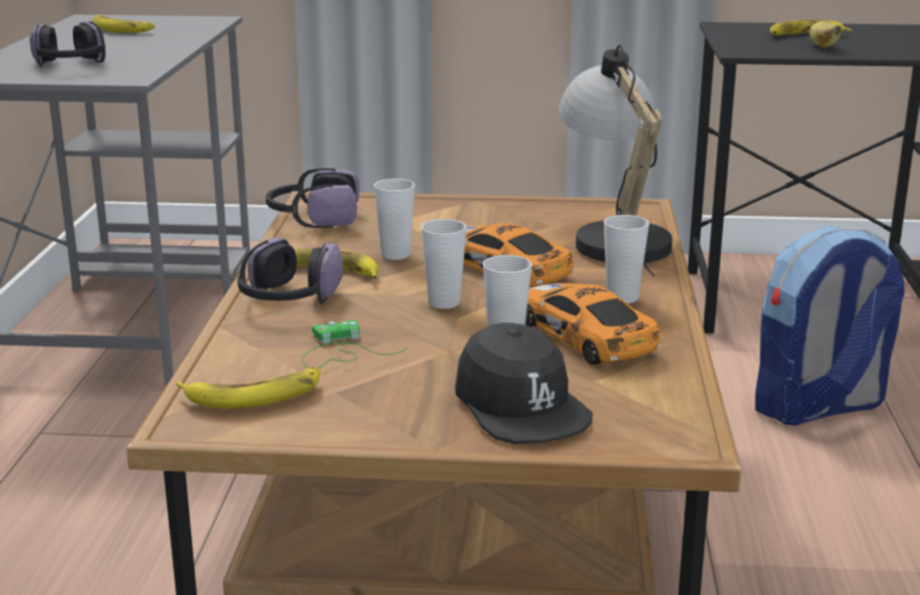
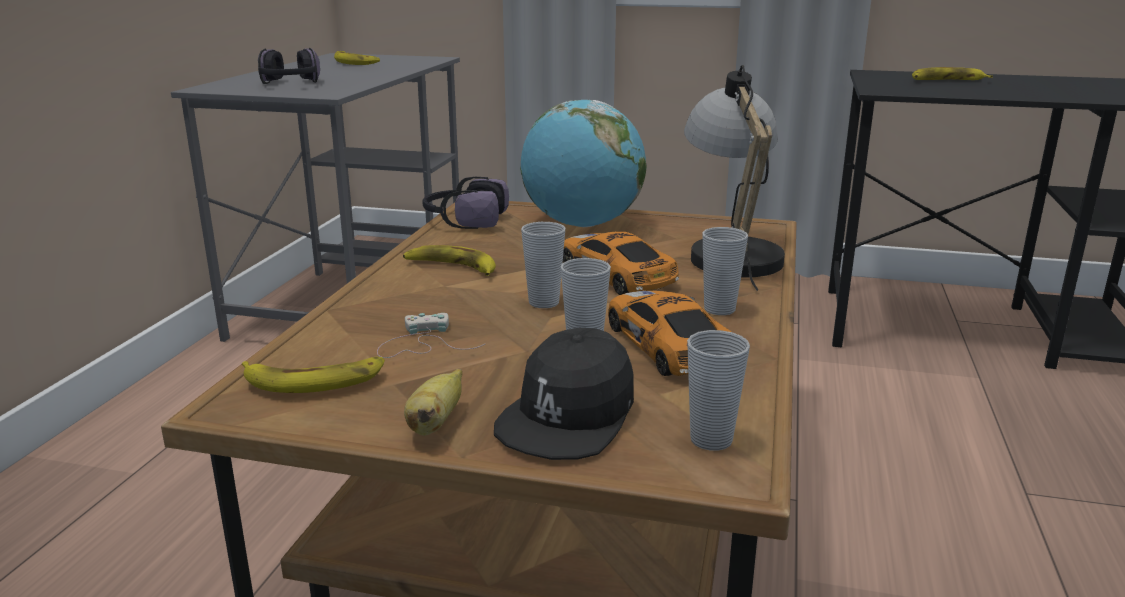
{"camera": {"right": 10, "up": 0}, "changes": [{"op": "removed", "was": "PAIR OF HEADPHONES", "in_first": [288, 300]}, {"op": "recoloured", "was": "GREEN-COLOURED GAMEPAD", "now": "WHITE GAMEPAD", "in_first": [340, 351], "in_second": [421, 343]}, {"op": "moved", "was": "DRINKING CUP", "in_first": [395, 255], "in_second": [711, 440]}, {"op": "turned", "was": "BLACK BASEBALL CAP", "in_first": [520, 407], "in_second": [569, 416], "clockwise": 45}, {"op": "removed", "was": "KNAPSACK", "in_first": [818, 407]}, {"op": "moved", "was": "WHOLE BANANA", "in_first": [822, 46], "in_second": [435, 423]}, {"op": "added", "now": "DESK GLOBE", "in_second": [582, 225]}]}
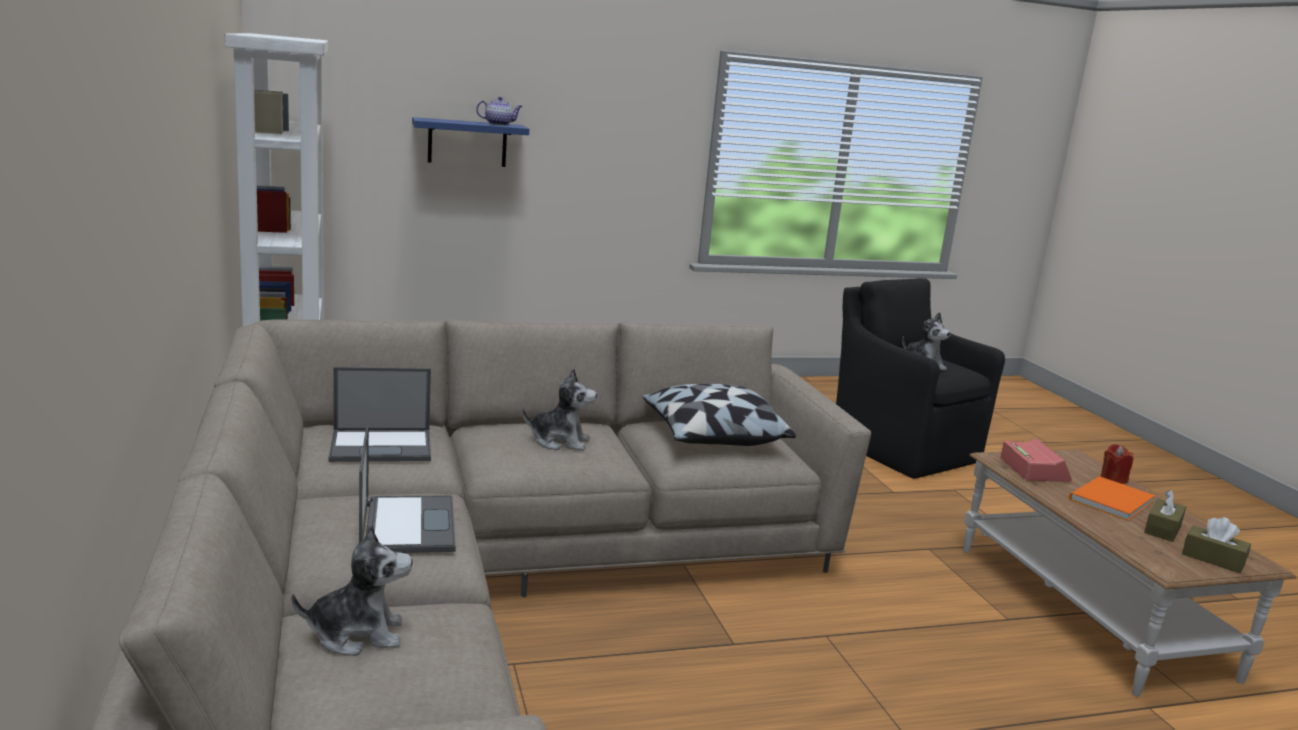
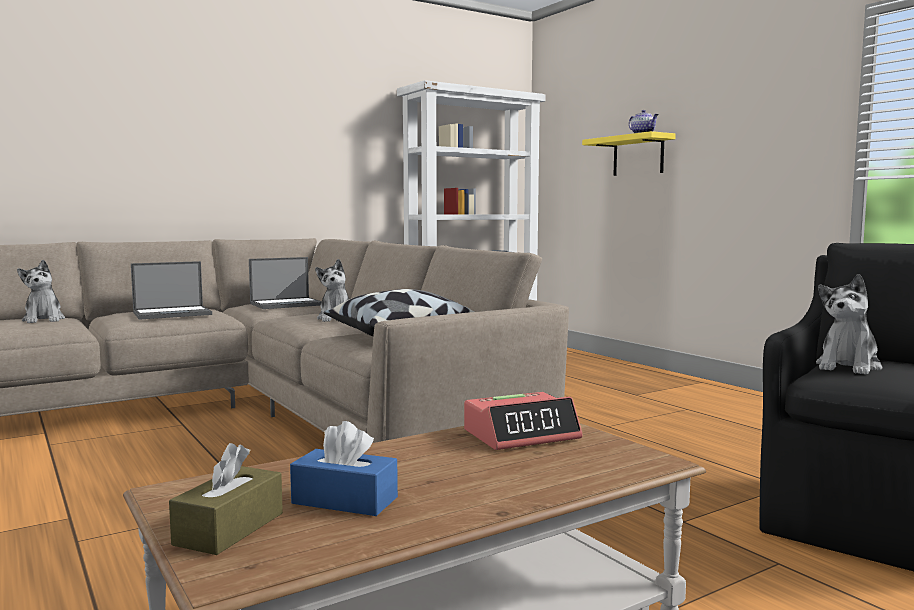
{"camera": {"right": 75, "up": -10}, "changes": [{"op": "turned", "was": "PORTABLE COMPUTER", "in_first": [382, 446], "in_second": [287, 304], "clockwise": -90}, {"op": "recoloured", "was": "BLUE-COLOURED SHELF", "now": "YELLOW SHELF", "in_first": [467, 142], "in_second": [638, 156]}, {"op": "removed", "was": "ORANGEY VOLUME", "in_first": [1108, 500]}, {"op": "removed", "was": "RED WAX CANDLE", "in_first": [1113, 479]}, {"op": "recoloured", "was": "BROWN-COLOURED TISSUE HOLDER", "now": "BLUE-COLOURED TISSUE HOLDER", "in_first": [1162, 529], "in_second": [345, 500]}]}
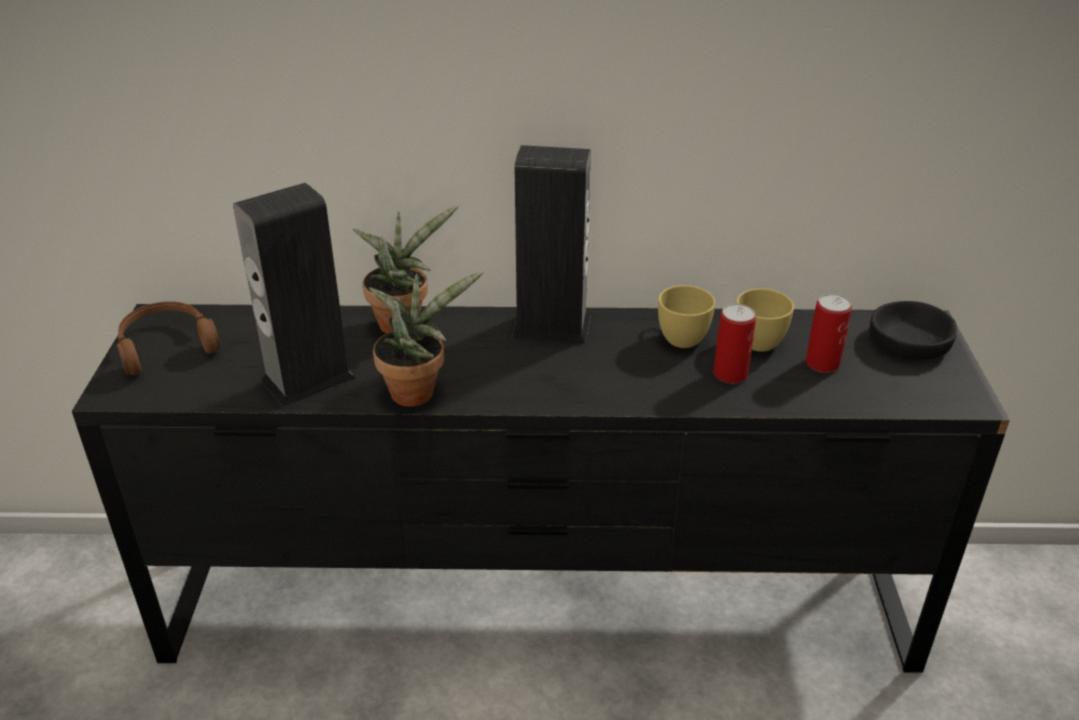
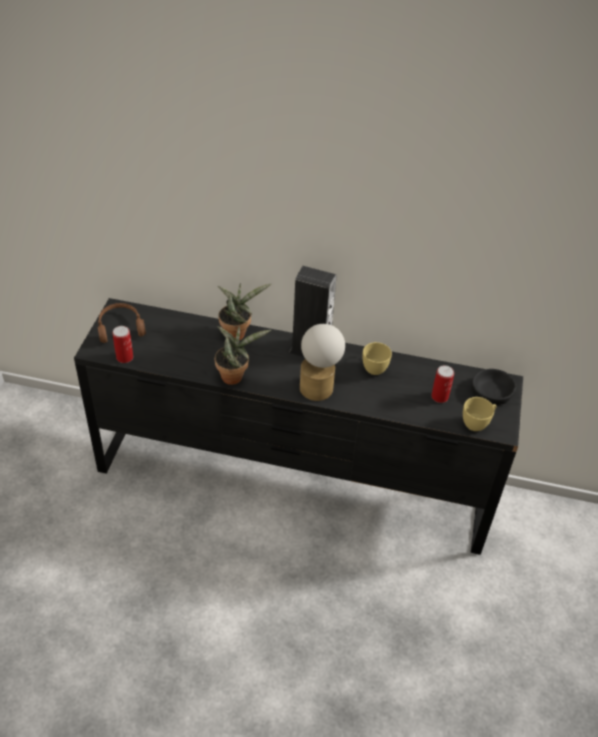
{"camera": {"right": 10, "up": 10}, "changes": [{"op": "removed", "was": "SPEAKER", "in_first": [308, 379]}, {"op": "moved", "was": "SEALED CAN", "in_first": [730, 374], "in_second": [124, 357]}, {"op": "moved", "was": "YELLOW DRINKING CUP", "in_first": [763, 340], "in_second": [477, 423]}, {"op": "added", "now": "LAMP FOR A TABLE", "in_second": [319, 385]}]}
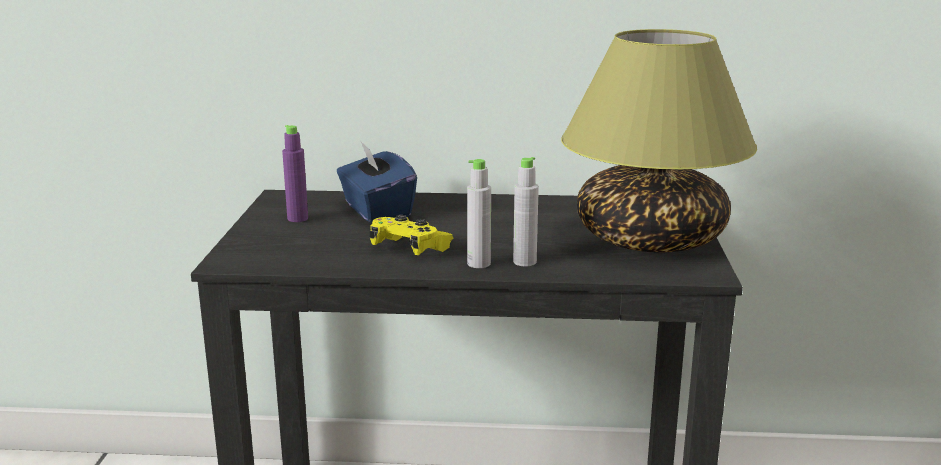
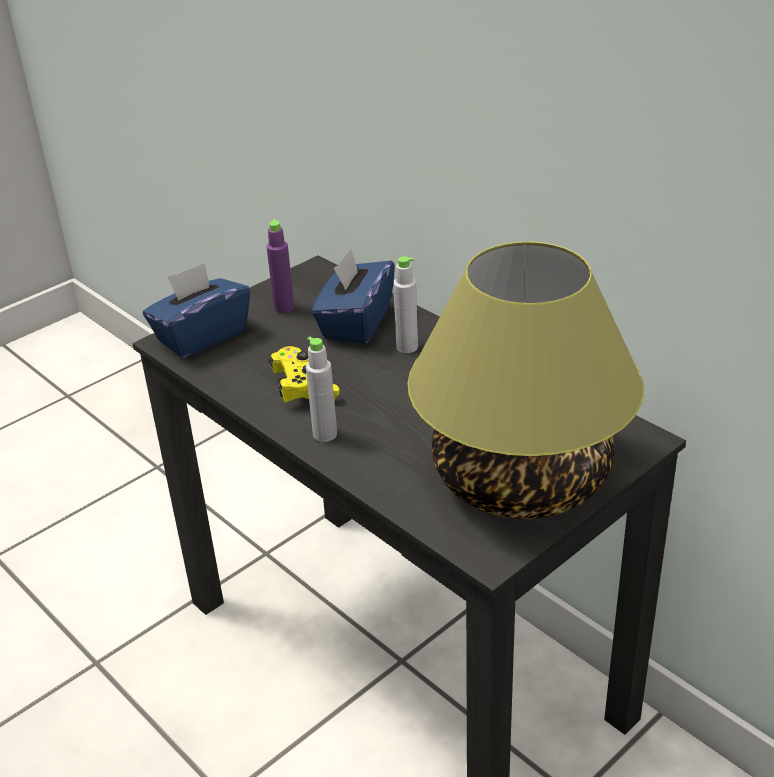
{"camera": {"right": 45, "up": 15}, "changes": [{"op": "moved", "was": "GRAY DRINK BOTTLE", "in_first": [524, 262], "in_second": [407, 347]}, {"op": "added", "now": "BLUE-COLOURED TISSUE HOLDER", "in_second": [201, 336]}]}
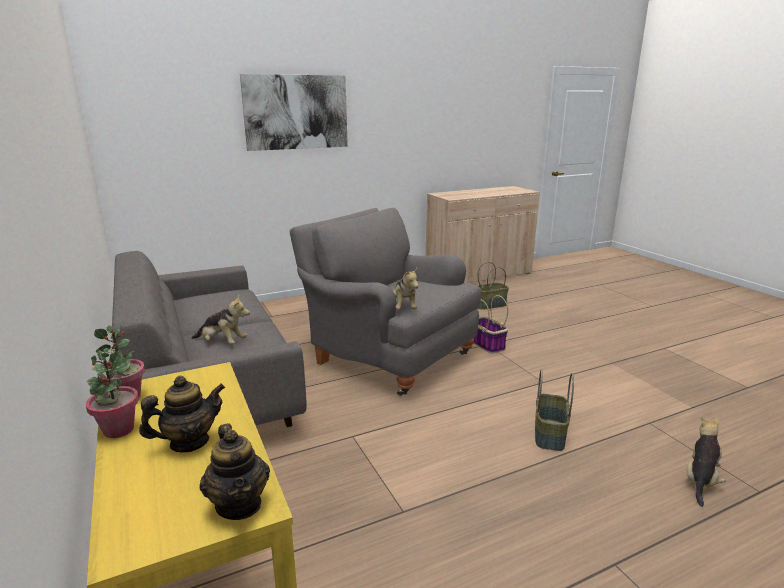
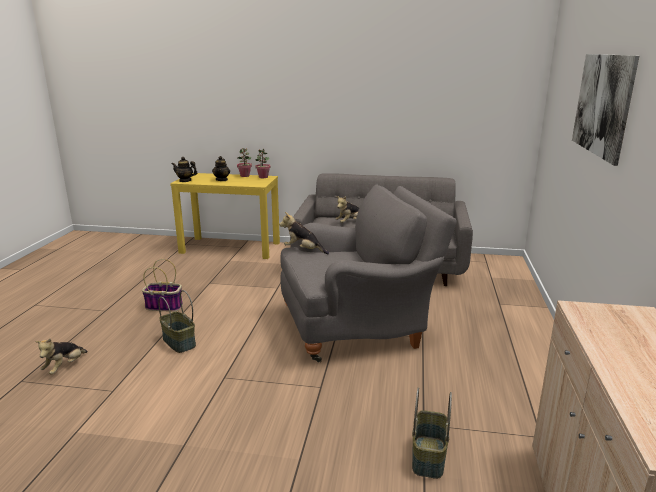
{"camera": {"right": 125, "up": 0}, "changes": [{"op": "moved", "was": "HOUSEHOLD BASKET", "in_first": [486, 344], "in_second": [165, 306]}, {"op": "turned", "was": "PLUSH TOY", "in_first": [700, 480], "in_second": [64, 367], "clockwise": 45}]}
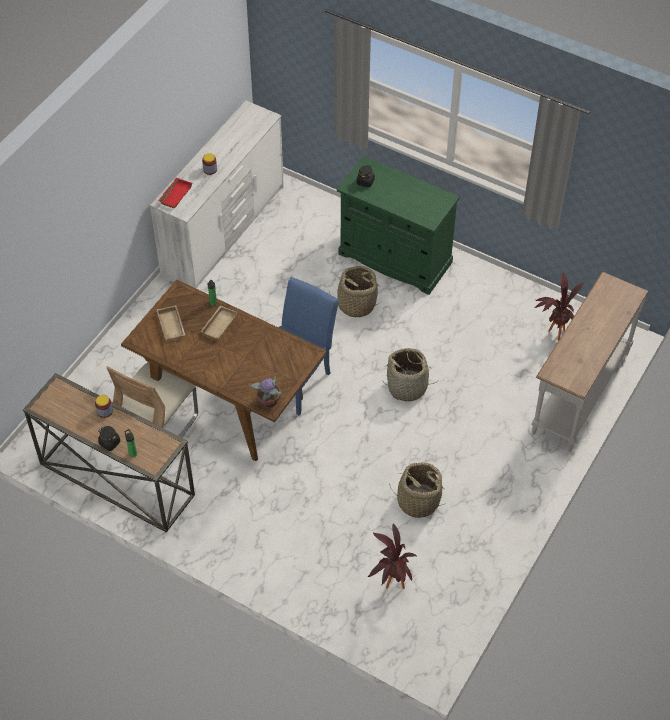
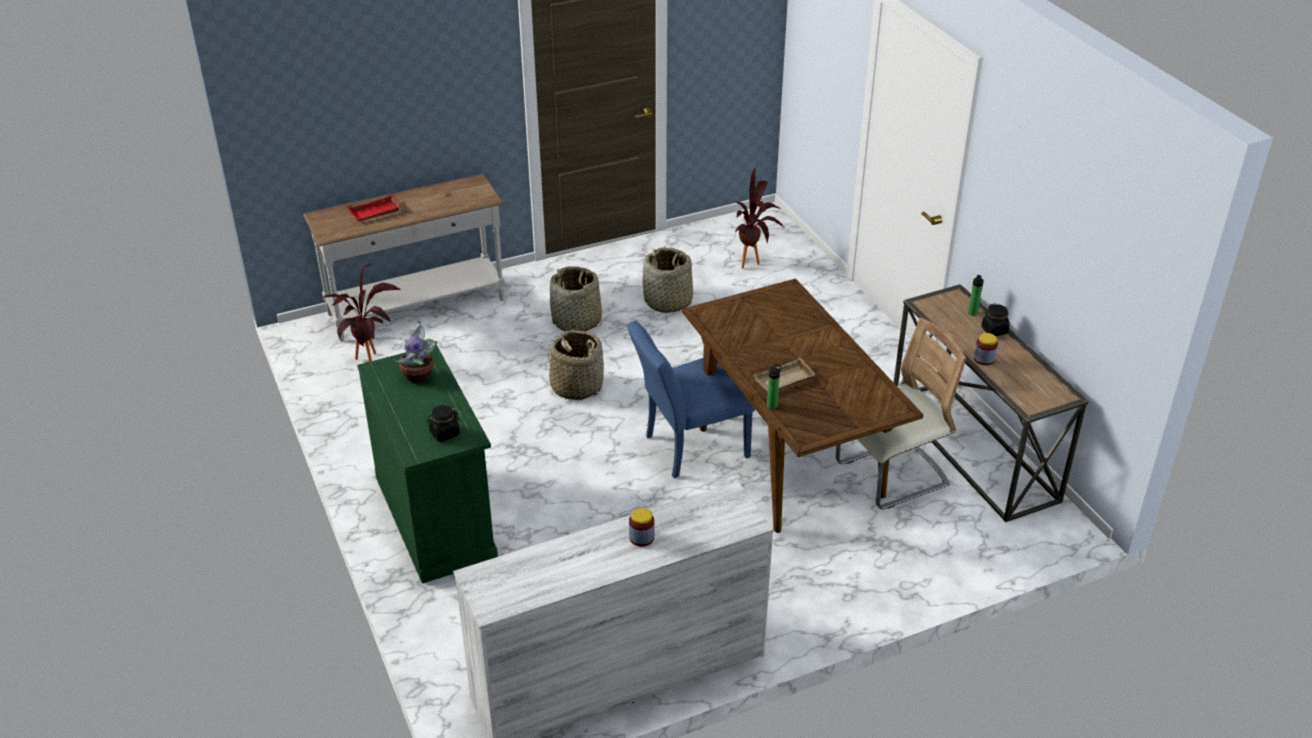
{"camera": {"right": -145, "up": -15}, "changes": [{"op": "removed", "was": "BEIGE SERVING TRAY", "in_first": [172, 325]}, {"op": "moved", "was": "RED SERVING TRAY", "in_first": [175, 194], "in_second": [375, 213]}, {"op": "moved", "was": "POTTED PLANT", "in_first": [268, 401], "in_second": [419, 376]}, {"op": "moved", "was": "HOUSEHOLD BASKET", "in_first": [356, 304], "in_second": [577, 321]}]}
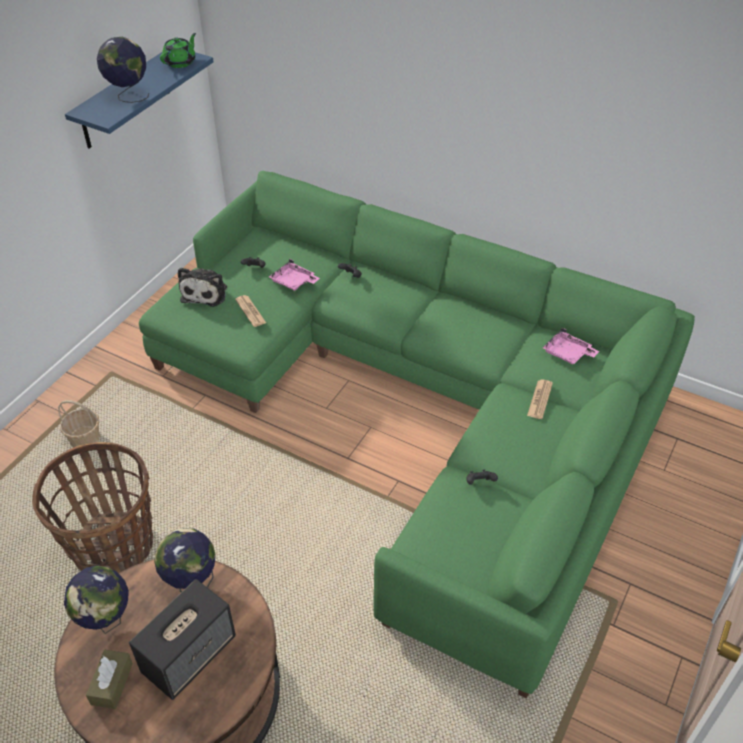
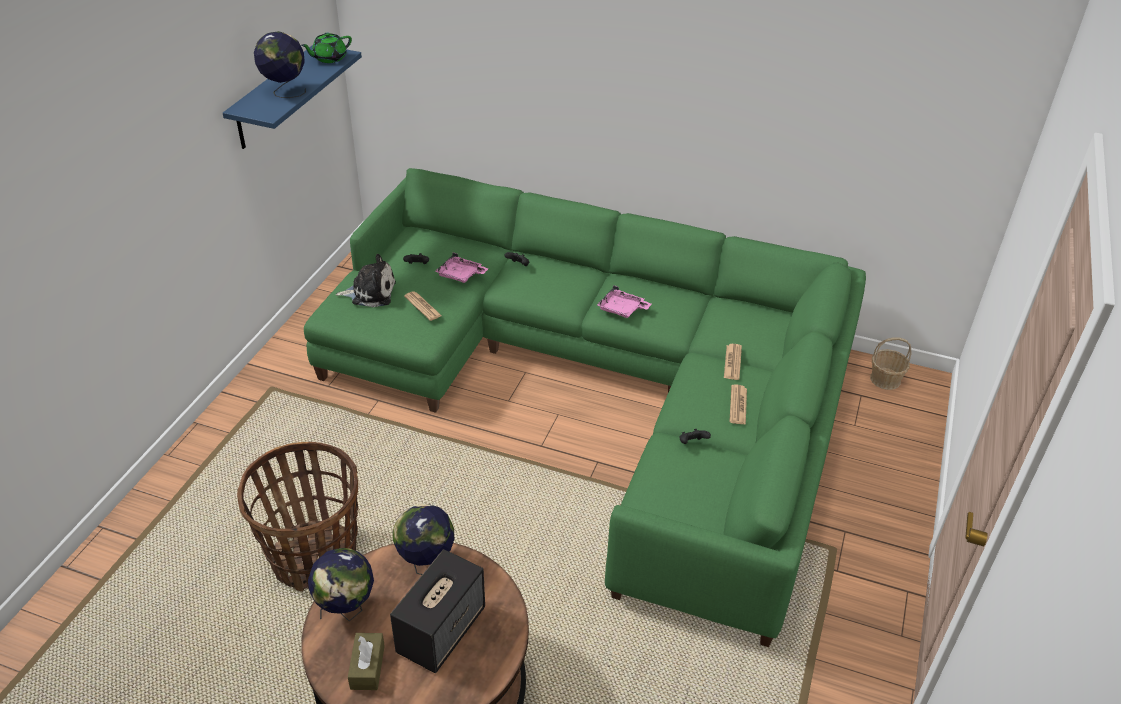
{"camera": {"right": -10, "up": -5}, "changes": [{"op": "moved", "was": "HOUSEHOLD BASKET", "in_first": [85, 439], "in_second": [885, 379]}, {"op": "turned", "was": "GREEN-COLOURED TEA POT", "in_first": [180, 62], "in_second": [329, 58], "clockwise": -150}, {"op": "turned", "was": "PLUSH TOY", "in_first": [206, 292], "in_second": [370, 292], "clockwise": -90}, {"op": "moved", "was": "PINKISH SERVING TRAY", "in_first": [568, 353], "in_second": [622, 309]}, {"op": "added", "now": "DAILY PAPER", "in_second": [738, 405]}]}
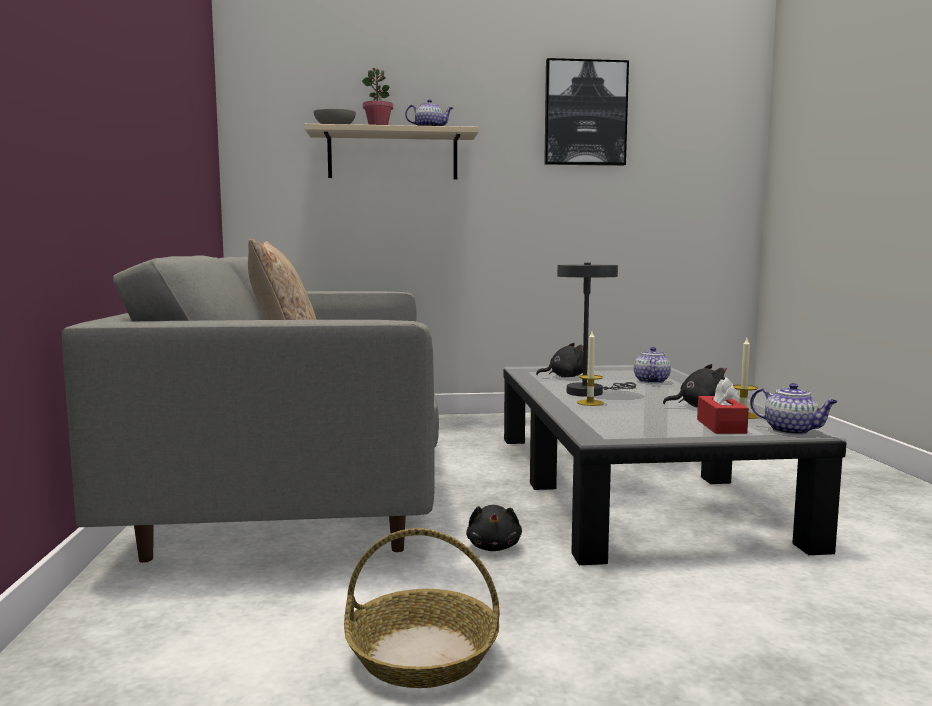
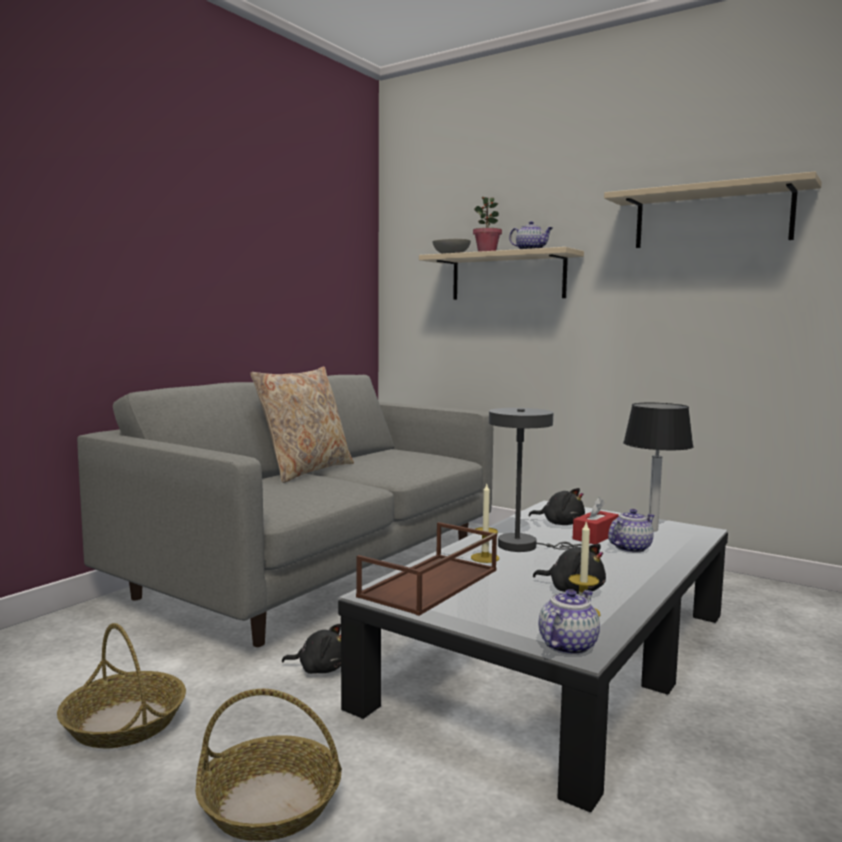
{"camera": {"right": 40, "up": 0}, "changes": [{"op": "turned", "was": "BLACK PLUSH TOY", "in_first": [494, 547], "in_second": [320, 669], "clockwise": -120}, {"op": "replaced", "was": "WALL ART", "now": "BEIGE SHELF", "in_first": [585, 113], "in_second": [712, 217]}, {"op": "moved", "was": "RED TISSUE HOLDER", "in_first": [721, 426], "in_second": [595, 536]}, {"op": "turned", "was": "TEA POT", "in_first": [791, 431], "in_second": [568, 645], "clockwise": -135}, {"op": "added", "now": "HOUSEHOLD BASKET", "in_second": [269, 804]}, {"op": "added", "now": "BROWN-COLOURED SERVING TRAY", "in_second": [430, 584]}, {"op": "added", "now": "LAMP FOR A TABLE", "in_second": [653, 530]}]}
